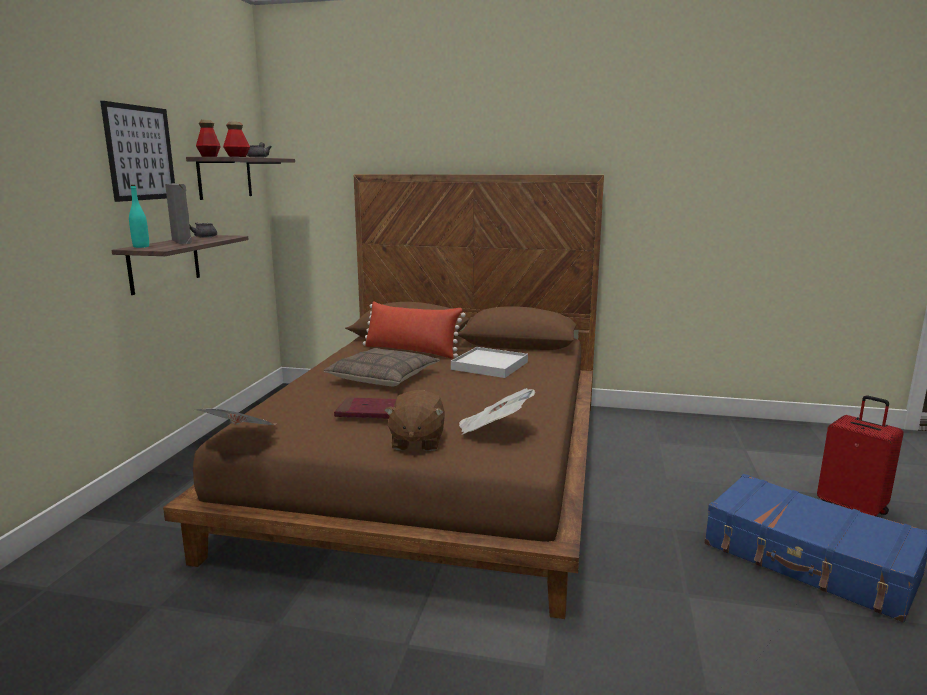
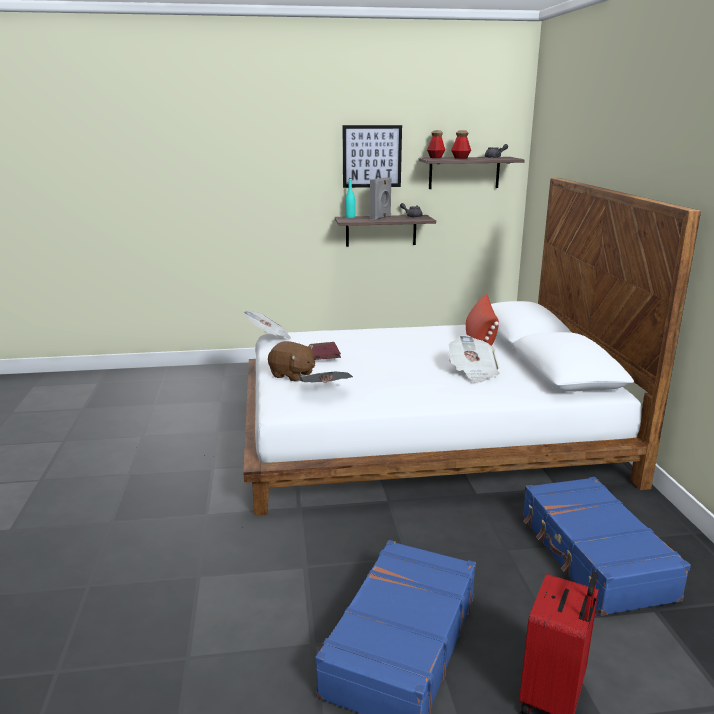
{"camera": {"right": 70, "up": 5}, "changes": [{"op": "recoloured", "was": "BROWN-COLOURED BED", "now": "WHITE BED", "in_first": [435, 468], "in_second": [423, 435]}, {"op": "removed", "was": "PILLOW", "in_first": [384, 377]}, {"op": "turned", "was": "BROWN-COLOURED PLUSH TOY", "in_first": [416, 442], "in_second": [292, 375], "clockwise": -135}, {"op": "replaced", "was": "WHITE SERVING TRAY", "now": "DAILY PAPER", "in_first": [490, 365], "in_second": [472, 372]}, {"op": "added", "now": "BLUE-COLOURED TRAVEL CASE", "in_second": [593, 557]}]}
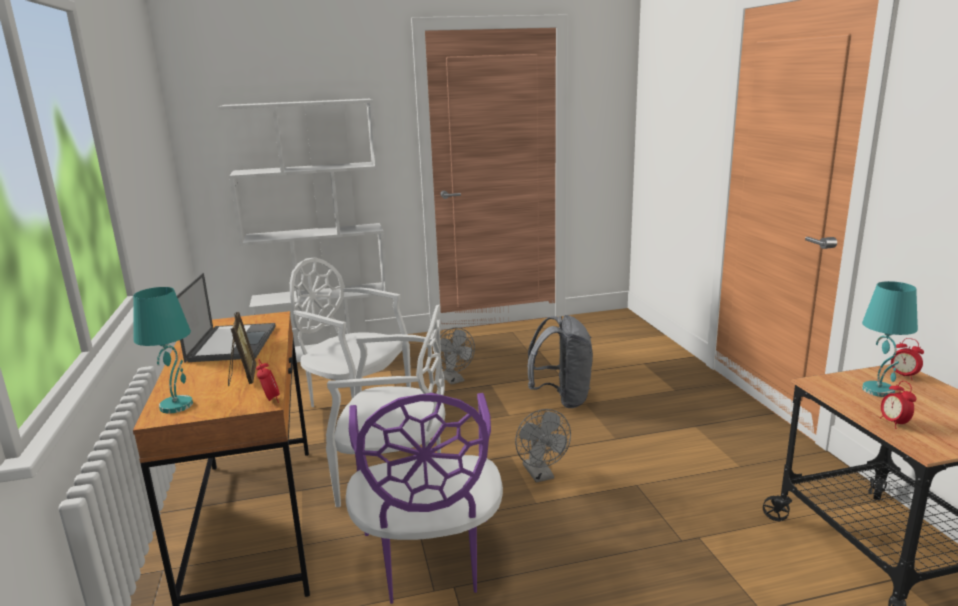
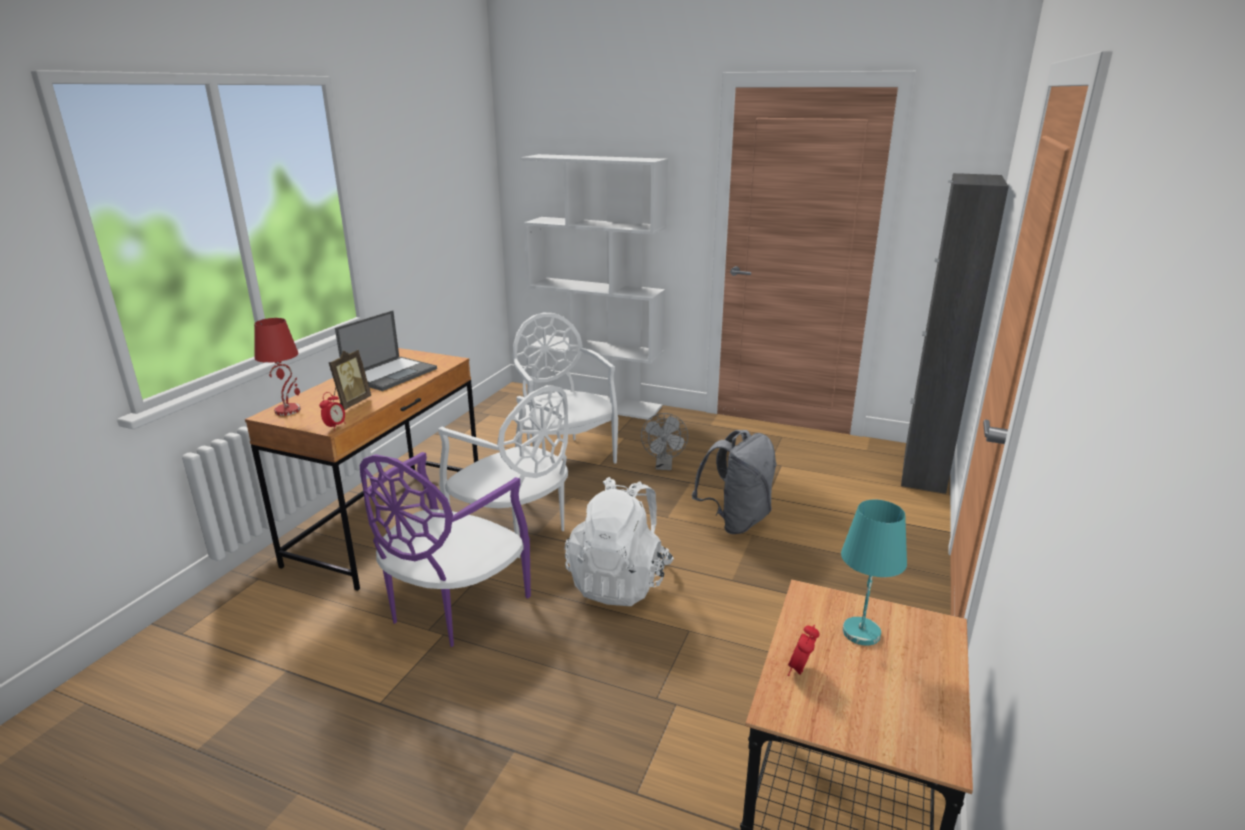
{"camera": {"right": 35, "up": 5}, "changes": [{"op": "recoloured", "was": "TURQUOISE LAMP FOR A TABLE", "now": "RED LAMP FOR A TABLE", "in_first": [176, 405], "in_second": [288, 410]}, {"op": "replaced", "was": "GRAY COOLING FAN", "now": "WHITE KNAPSACK", "in_first": [541, 475], "in_second": [620, 582]}, {"op": "removed", "was": "ALARM CLOCK", "in_first": [903, 376]}, {"op": "added", "now": "BLACK STORAGE CABINET", "in_second": [924, 469]}]}
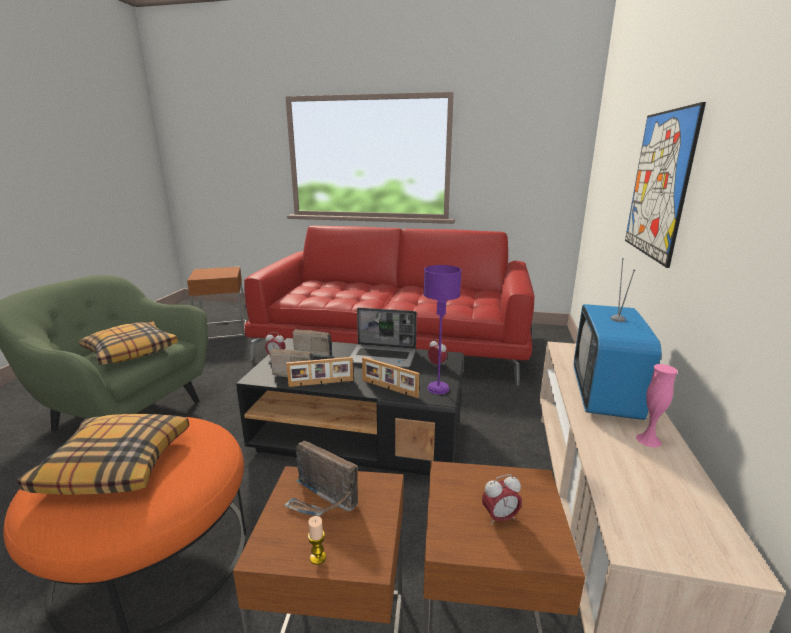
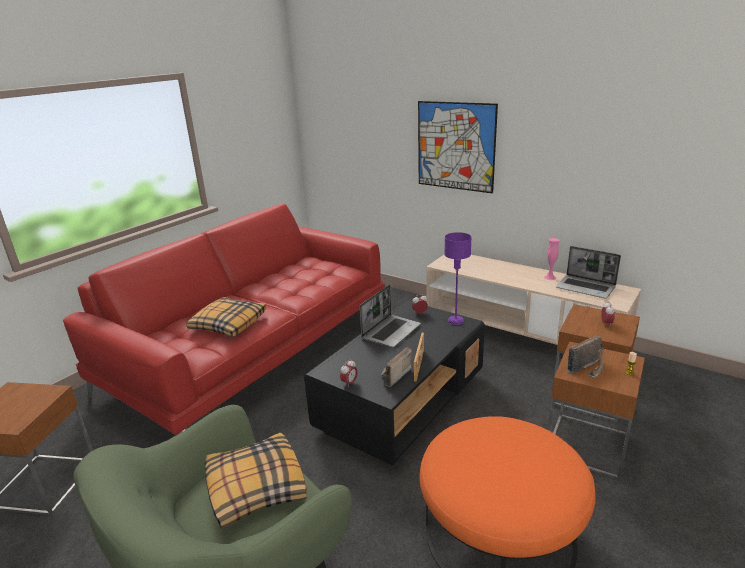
{"camera": {"right": -65, "up": 5}, "changes": [{"op": "moved", "was": "PILLOW", "in_first": [117, 464], "in_second": [228, 324]}, {"op": "removed", "was": "RADIO", "in_first": [314, 352]}, {"op": "removed", "was": "PICTURE FRAME", "in_first": [389, 389]}, {"op": "removed", "was": "TV SET", "in_first": [604, 395]}, {"op": "added", "now": "PORTABLE COMPUTER", "in_second": [586, 288]}]}
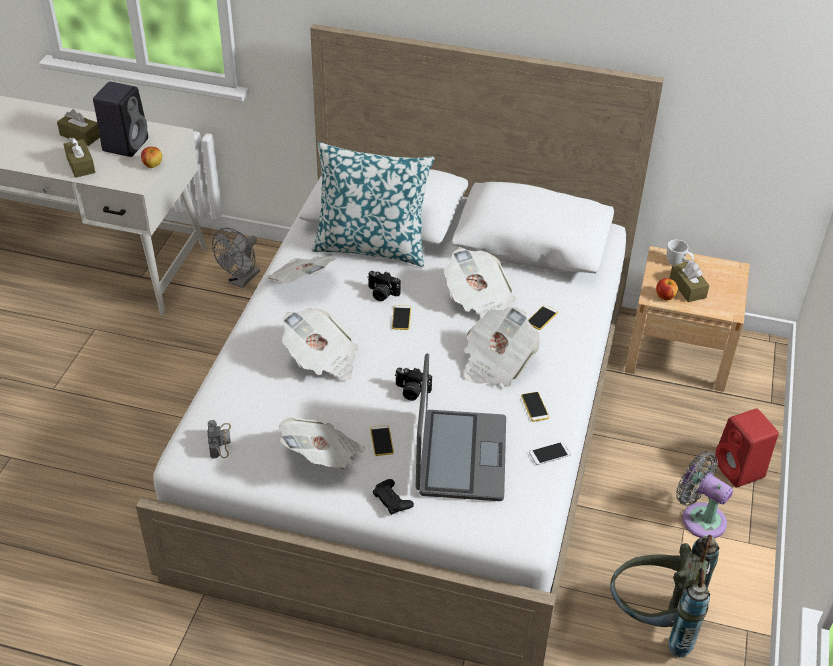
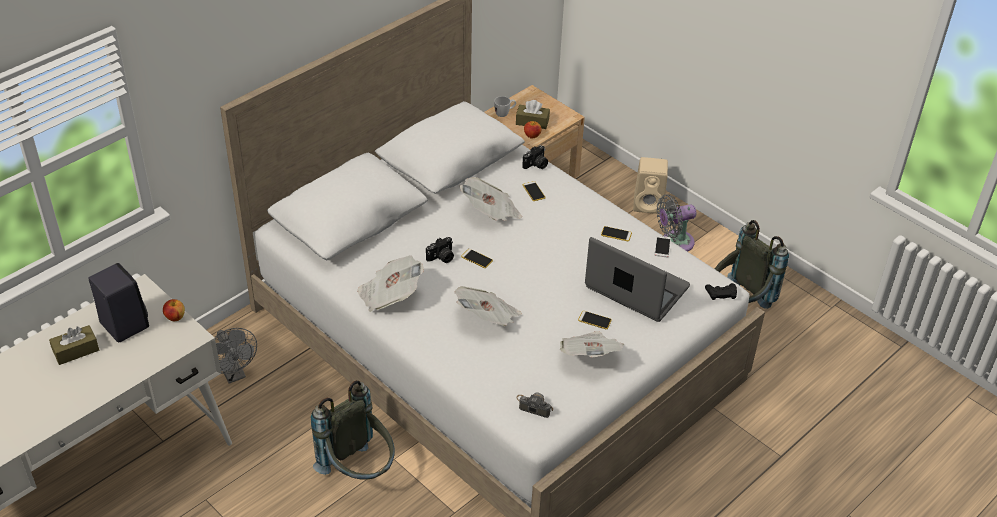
{"camera": {"right": -60, "up": 0}, "changes": [{"op": "removed", "was": "BROWN-COLOURED TISSUE HOLDER", "in_first": [80, 165]}, {"op": "removed", "was": "PILLOW", "in_first": [371, 246]}, {"op": "moved", "was": "BLACK GAMEPAD", "in_first": [392, 500], "in_second": [721, 293]}, {"op": "moved", "was": "STILL CAMERA", "in_first": [411, 391], "in_second": [536, 165]}, {"op": "removed", "was": "DAILY PAPER", "in_first": [496, 363]}, {"op": "recoloured", "was": "RED SPEAKER", "now": "BEIGE SPEAKER", "in_first": [740, 470], "in_second": [649, 204]}, {"op": "added", "now": "GRAY KNAPSACK", "in_second": [359, 471]}]}
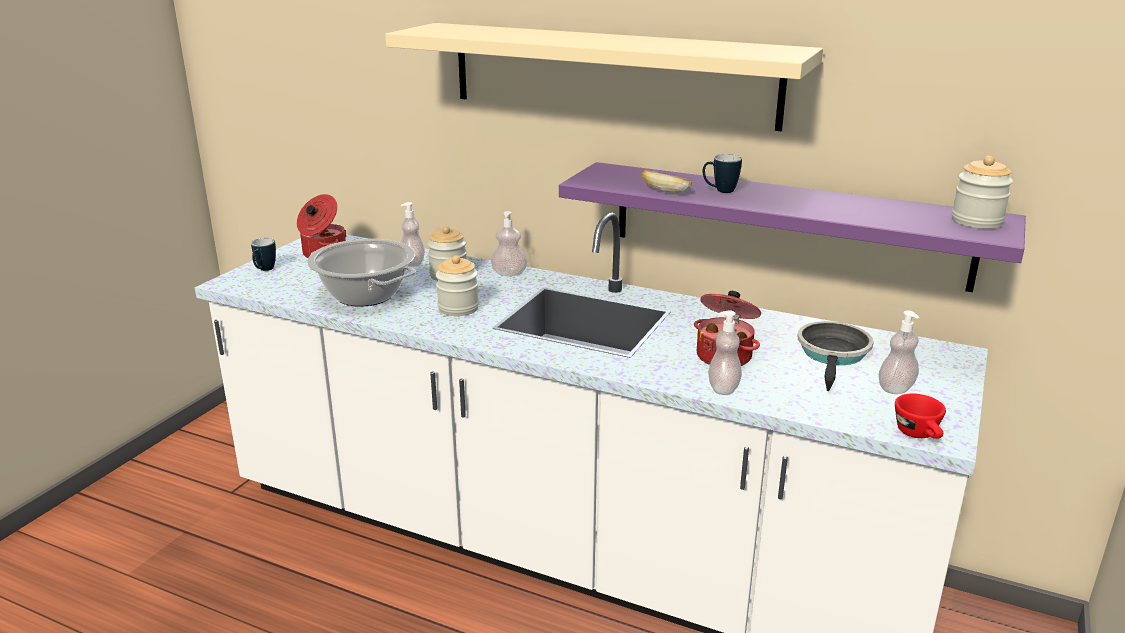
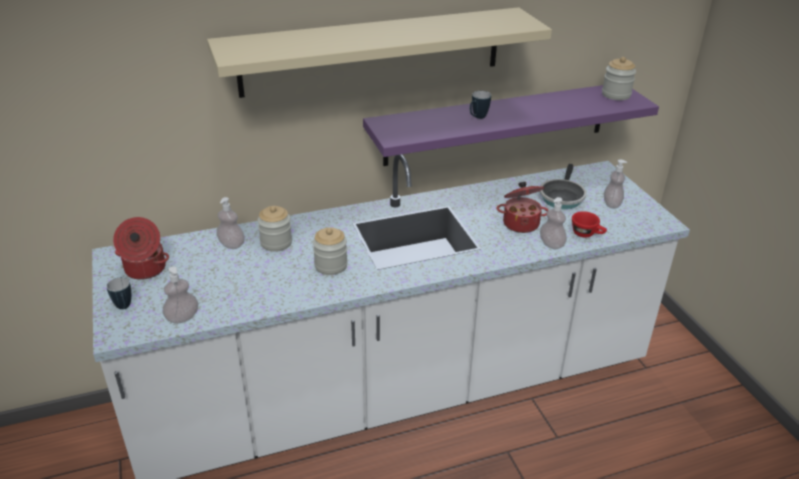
{"camera": {"right": -45, "up": 10}, "changes": [{"op": "removed", "was": "SAUCEPOT", "in_first": [364, 295]}, {"op": "moved", "was": "SOAP DISPENSER", "in_first": [509, 273], "in_second": [182, 317]}, {"op": "removed", "was": "BREAD", "in_first": [665, 191]}, {"op": "turned", "was": "FRYING PAN", "in_first": [833, 355], "in_second": [561, 197], "clockwise": -135}, {"op": "moved", "was": "RED DRINKING CUP", "in_first": [920, 435], "in_second": [587, 234]}]}
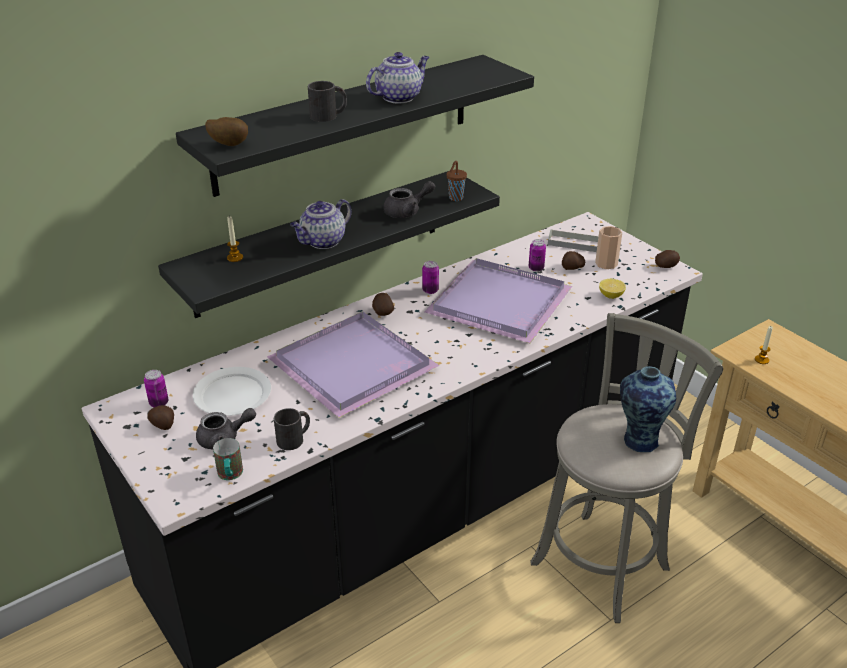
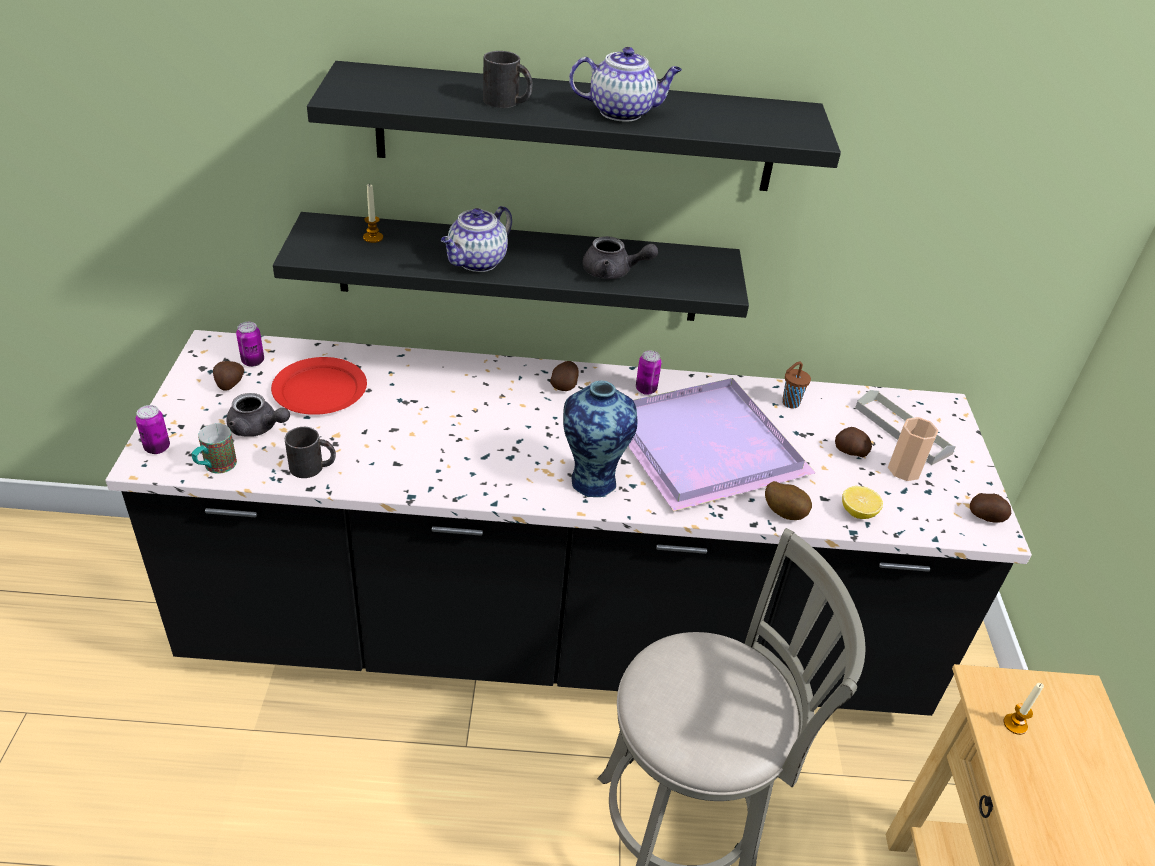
{"camera": {"right": 35, "up": 5}, "changes": [{"op": "recoloured", "was": "WHITE FLAT DISH", "now": "RED FLAT DISH", "in_first": [232, 395], "in_second": [319, 390]}, {"op": "moved", "was": "SPUD", "in_first": [229, 145], "in_second": [784, 513]}, {"op": "removed", "was": "PURPLE-COLOURED SERVING TRAY", "in_first": [352, 368]}, {"op": "turned", "was": "TEA POT", "in_first": [322, 242], "in_second": [477, 262], "clockwise": -45}, {"op": "moved", "was": "BROWN-COLOURED DRINKING CUP", "in_first": [455, 198], "in_second": [789, 403]}, {"op": "moved", "was": "SEALED CAN", "in_first": [536, 268], "in_second": [157, 448]}, {"op": "moved", "was": "VASE", "in_first": [639, 440], "in_second": [593, 480]}]}
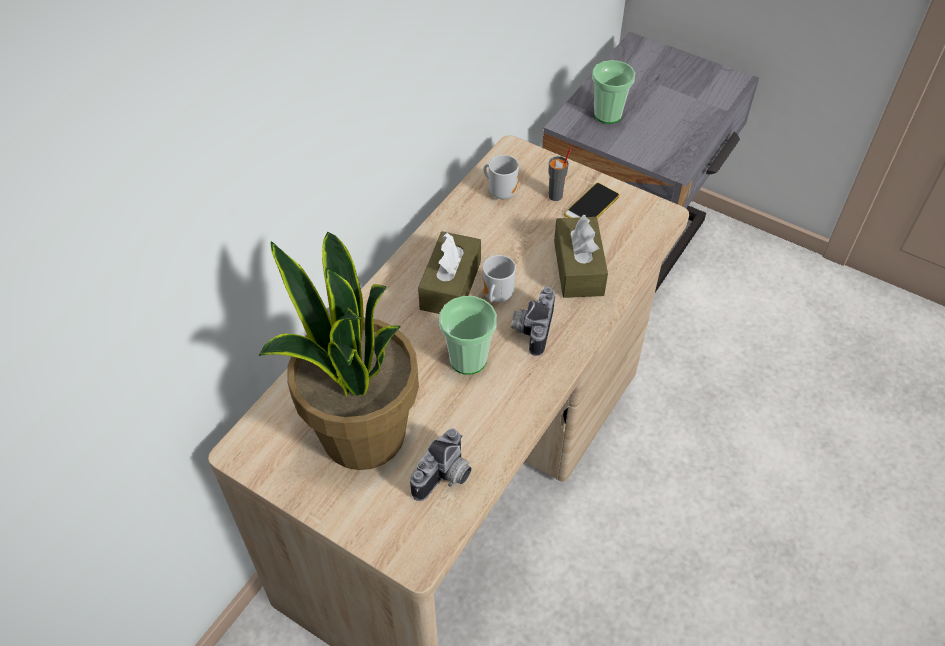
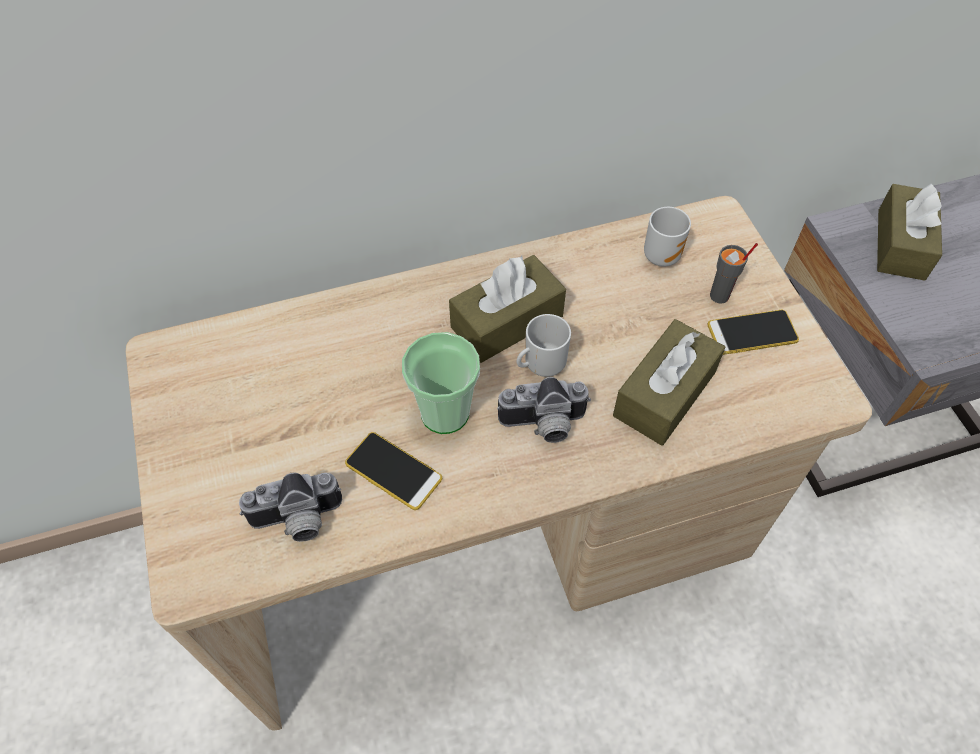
{"camera": {"right": 40, "up": 5}, "changes": [{"op": "removed", "was": "POTTED PLANT", "in_first": [361, 434]}, {"op": "turned", "was": "STILL CAMERA", "in_first": [531, 328], "in_second": [543, 426], "clockwise": -150}, {"op": "replaced", "was": "DRINKING CUP", "now": "BROWN-COLOURED TISSUE HOLDER", "in_first": [607, 114], "in_second": [901, 244]}, {"op": "added", "now": "HANDSET", "in_second": [393, 471]}]}
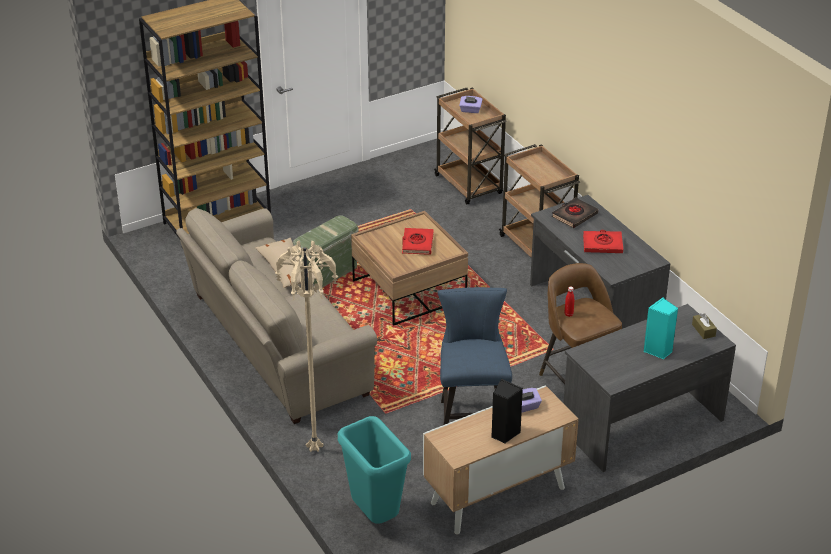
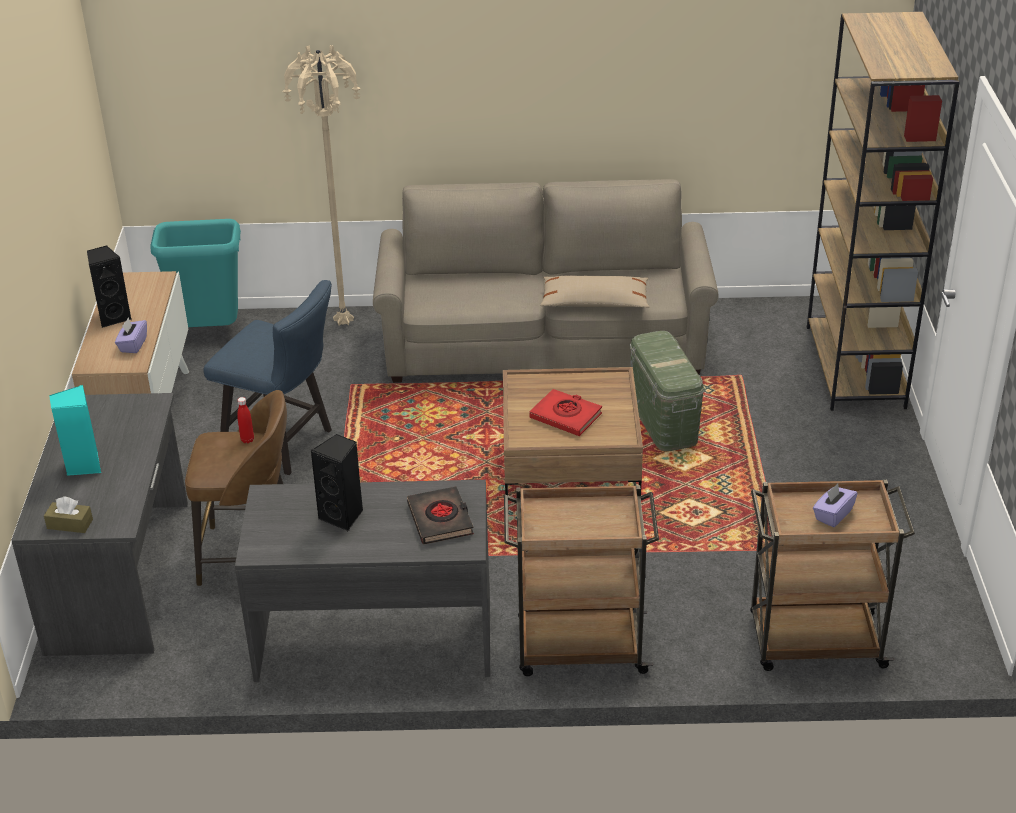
{"camera": {"right": 120, "up": 0}, "changes": [{"op": "replaced", "was": "RED VOLUME", "now": "BLACK SPEAKER", "in_first": [602, 245], "in_second": [343, 516]}]}
